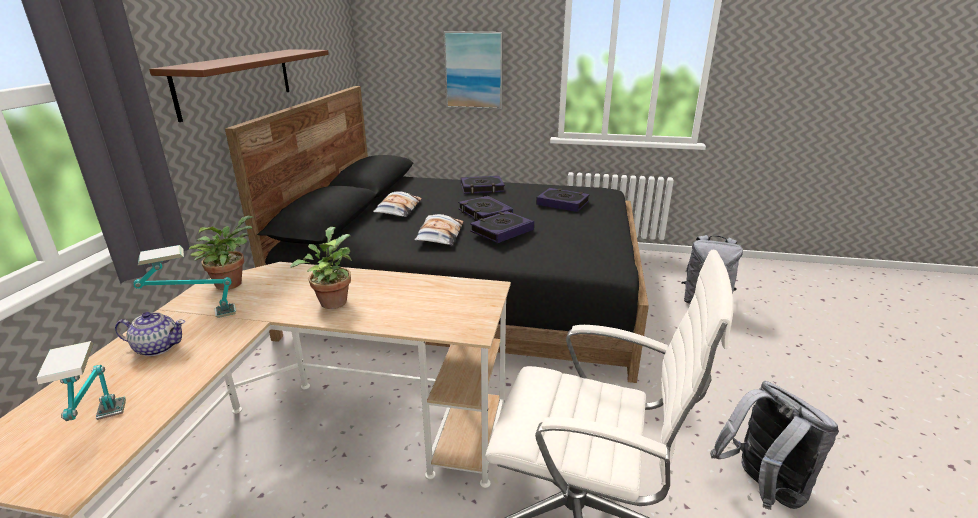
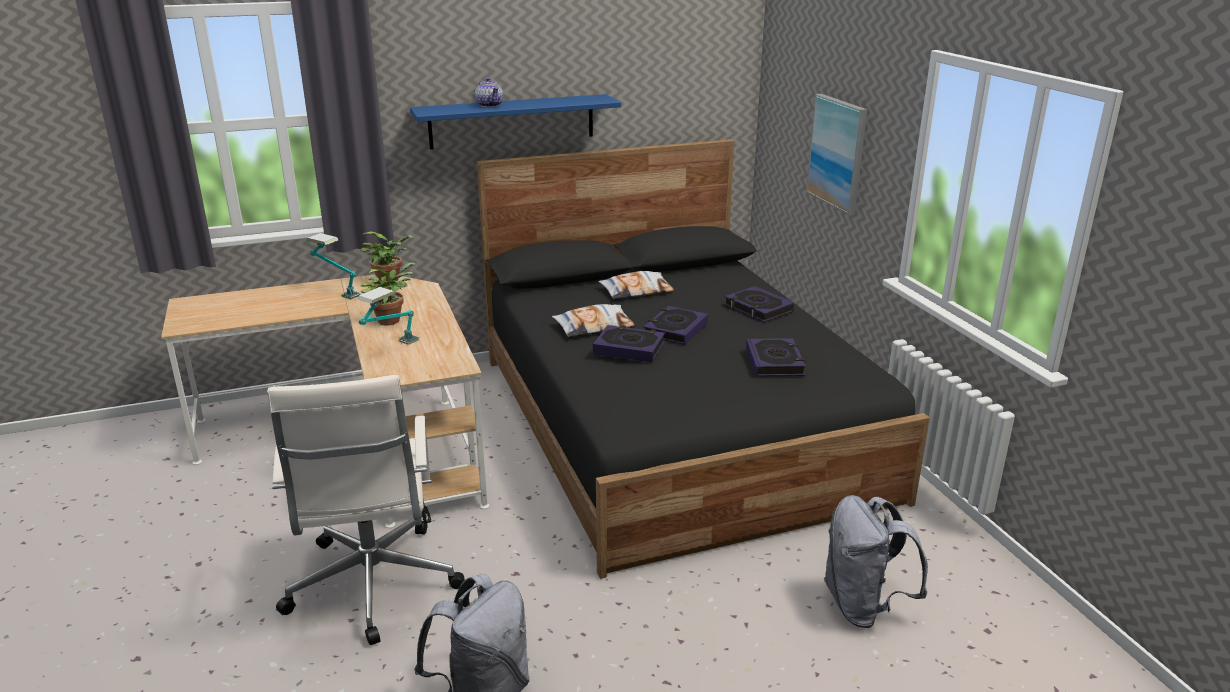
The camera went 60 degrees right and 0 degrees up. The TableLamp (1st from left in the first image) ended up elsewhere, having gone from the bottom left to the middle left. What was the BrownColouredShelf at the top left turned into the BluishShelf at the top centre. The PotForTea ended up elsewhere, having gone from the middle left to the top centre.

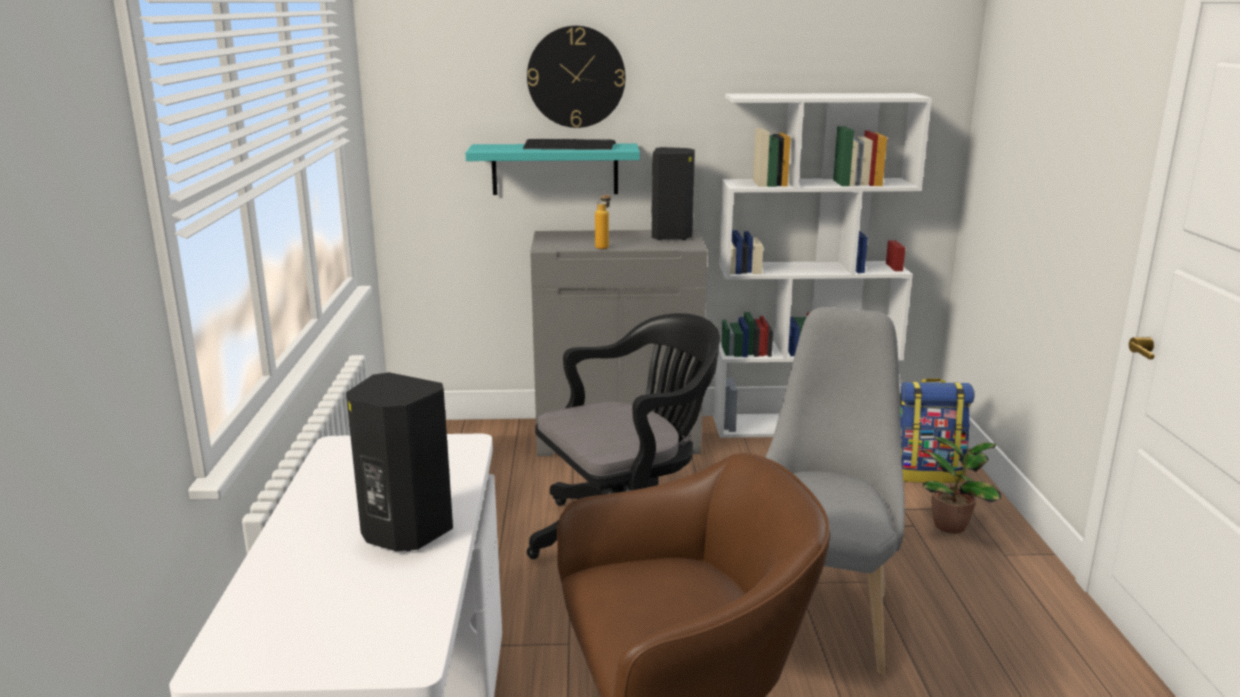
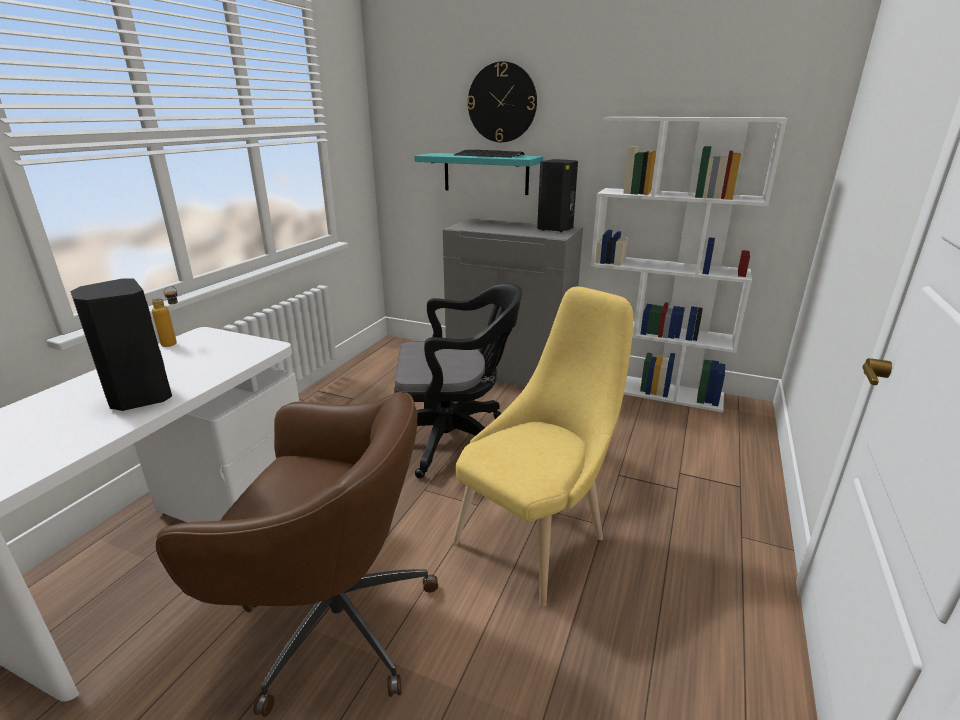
The camera went 25 degrees right and 5 degrees up. The Bottle ended up elsewhere, having gone from the top centre to the middle left. What was the GreyishUprightChair at the bottom right turned into the YellowishUprightChair at the centre. The second view lost the Knapsack at the middle right. The second view lost the PlantInAPot at the bottom right.

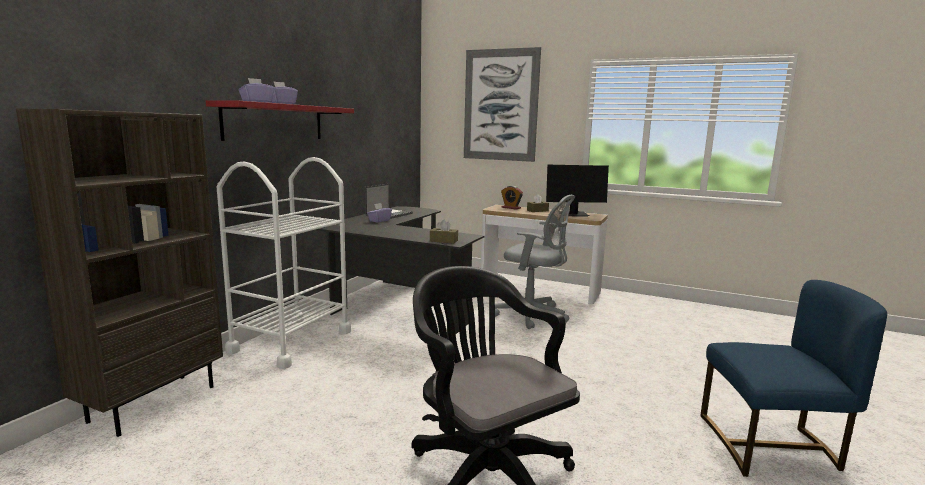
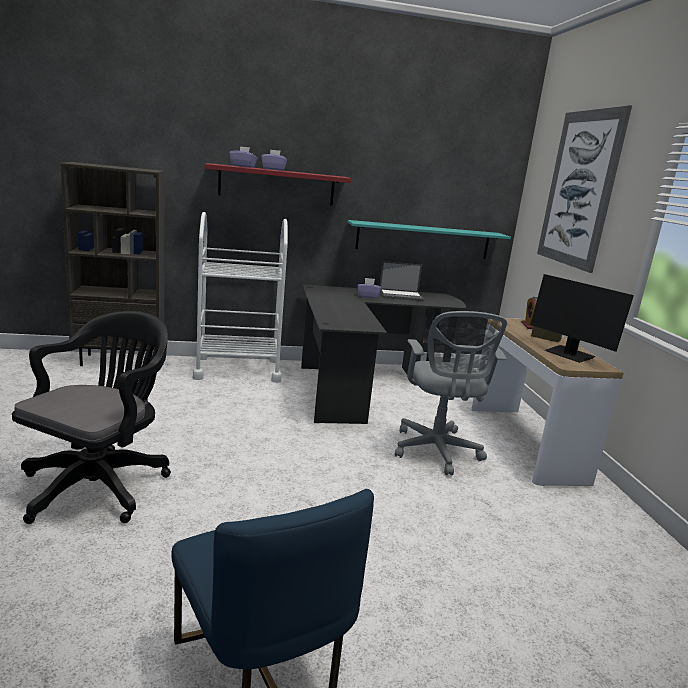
The camera went 55 degrees right and 5 degrees up. The second view gained the TurquoiseColouredShelf at the centre. The second view lost the BrownColouredBoxOfTissues (1st from left) at the centre.

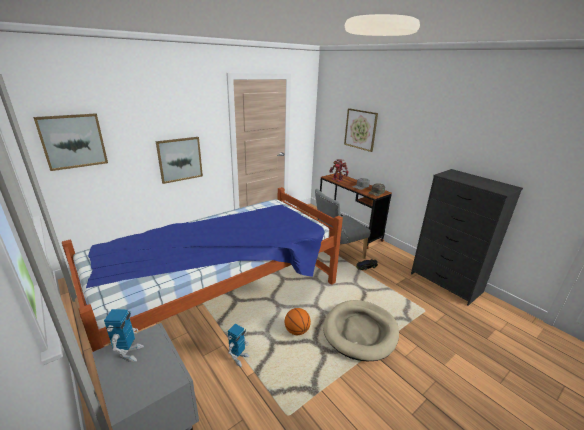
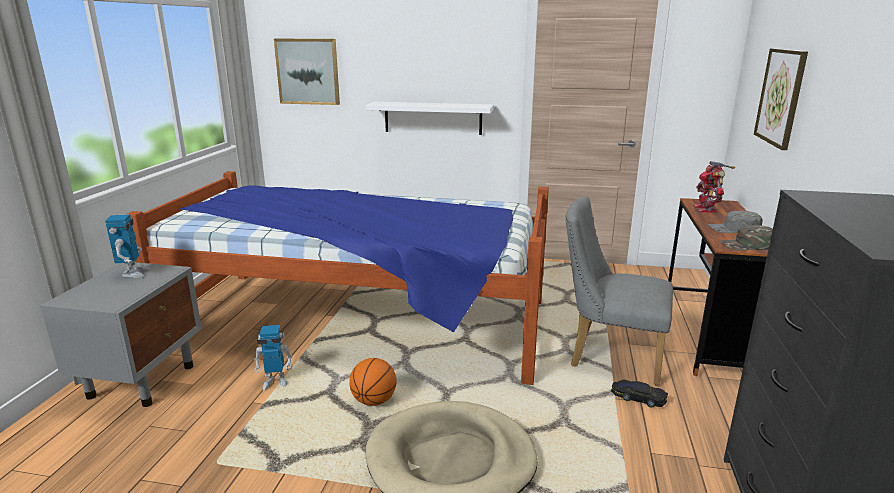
The camera went 50 degrees right and 5 degrees down. The ToyRobot (1st from left) at the bottom left ended up facing another way, 60 degrees counterclockwise from before. Where the Picture (2nd from left) hung at the middle left, the WhitishShelf came to hang at the top centre.

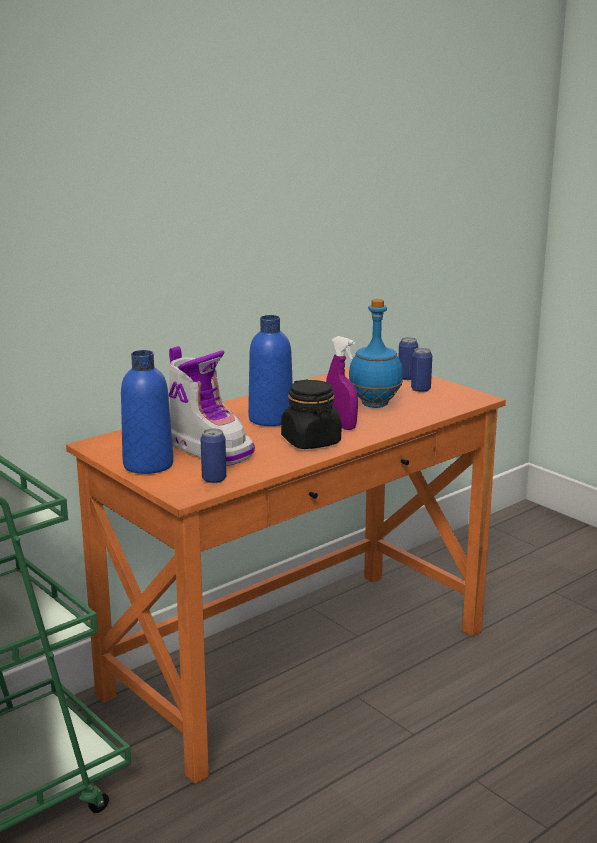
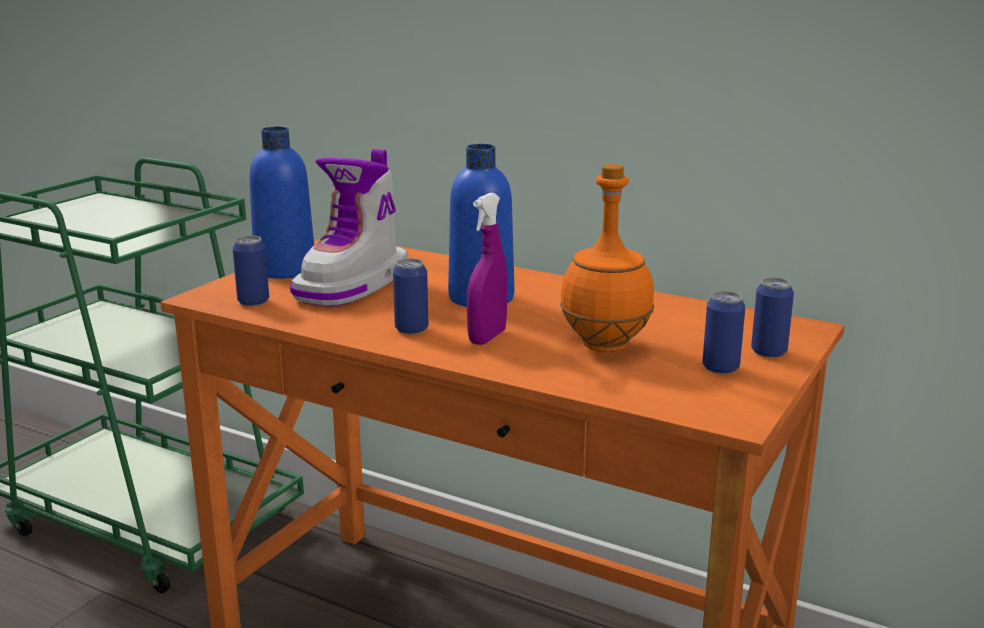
The camera went 70 degrees right and 0 degrees up. Where the BlackishJar stood at the centre, the Can (2nd from left) came to stand at the centre. What was the BluishBottle (3rd from left) at the centre turned into the OrangeyBottle at the centre.

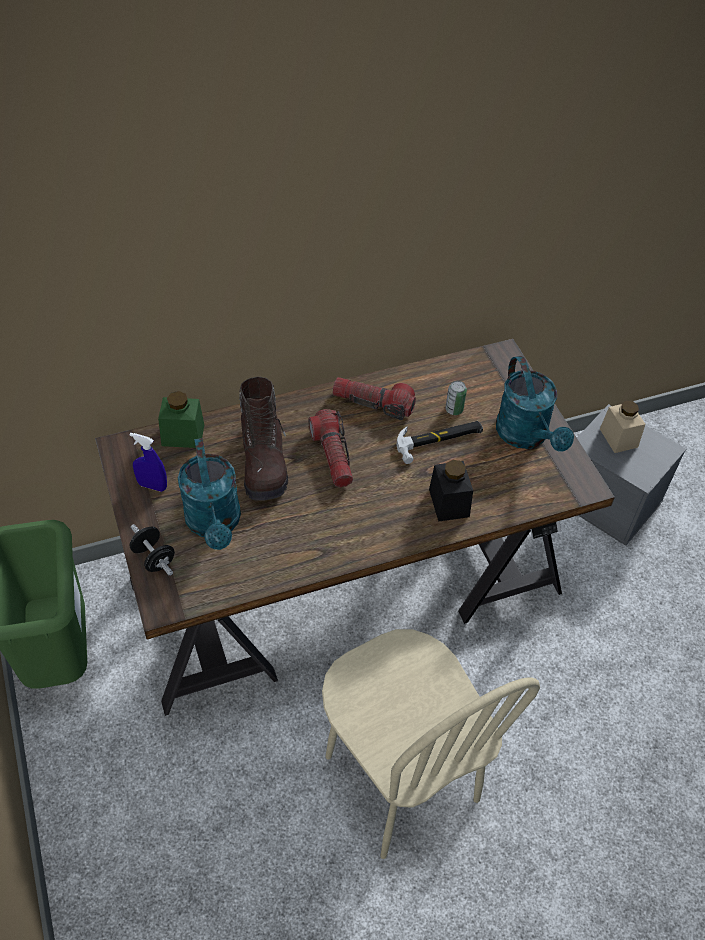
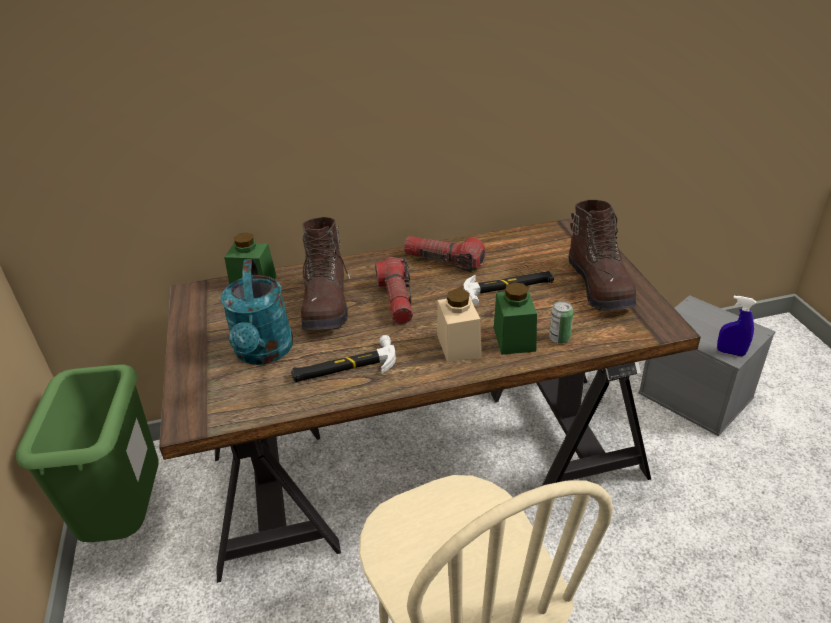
The camera went 10 degrees right and 15 degrees down. The second view gained the Hammer (1st from left) at the centre. The SandColouredJar ended up elsewhere, having gone from the middle right to the centre. What was the BlackishJar at the centre turned into the GreenColouredJar (2nd from left) at the centre. The Can ended up elsewhere, having gone from the centre to the middle right. Where the TurquoiseColouredSprinklingCan (2nd from left) stood at the middle right, the BrownColouredTallBoot (2nd from left) came to stand at the middle right. The BluishHandSprayer ended up elsewhere, having gone from the middle left to the middle right. The second view lost the BlackishDumbbell at the middle left.

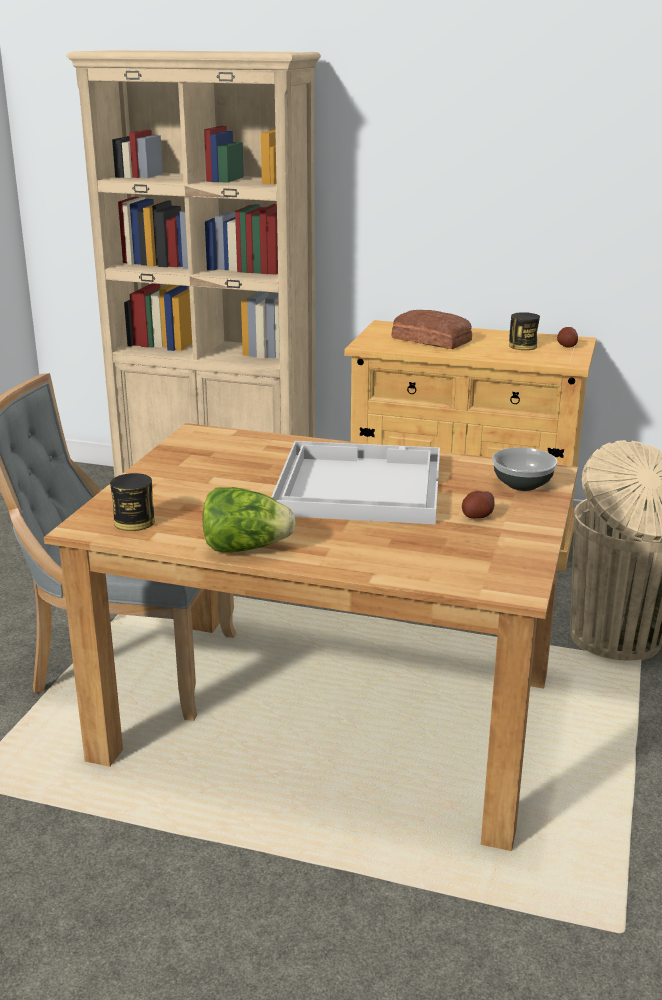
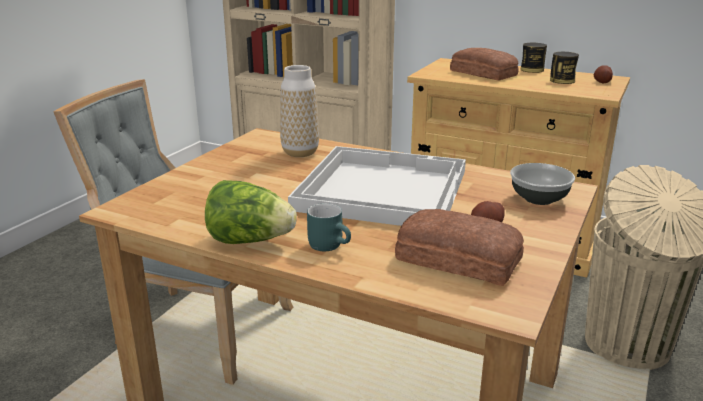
The camera went 10 degrees right and 0 degrees up. The second view gained the DecorativeVase at the top centre. The second view gained the TurquoiseColouredTeaMug at the centre. The second view gained the BakeryBread (1st from left) at the centre. The Can (1st from left) ended up elsewhere, having gone from the middle left to the top right.

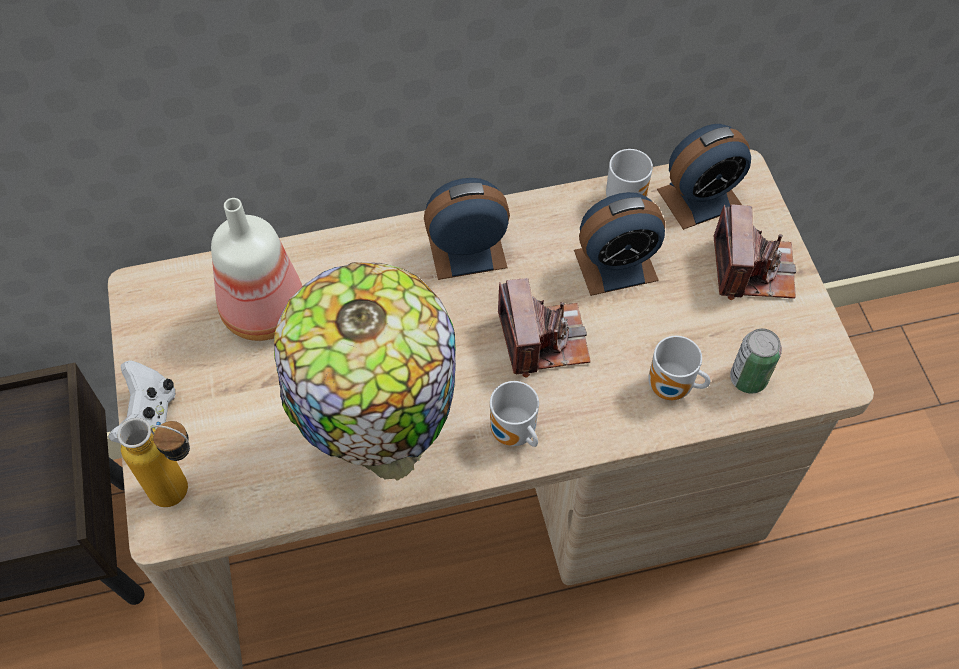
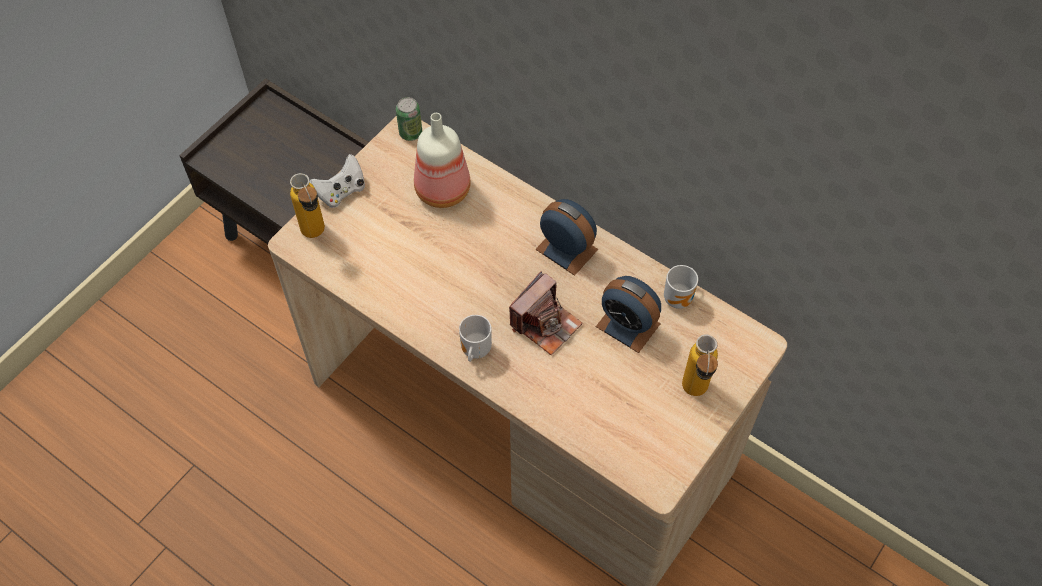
The camera went 50 degrees right and 0 degrees up. The Can ended up elsewhere, having gone from the middle right to the top centre. Where the PhotoCamera (2nd from left) stood at the middle right, the Bottle (3rd from left) came to stand at the middle right. The second view lost the TableLamp at the centre. The second view lost the TeaMug (3rd from left) at the middle right. The second view lost the AlarmClock (3rd from left) at the top right.

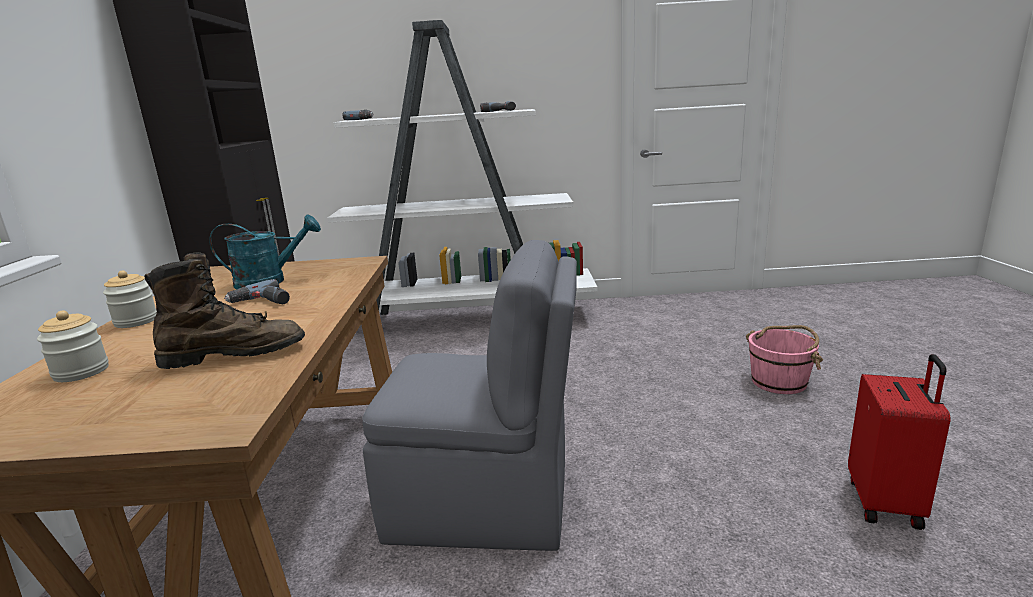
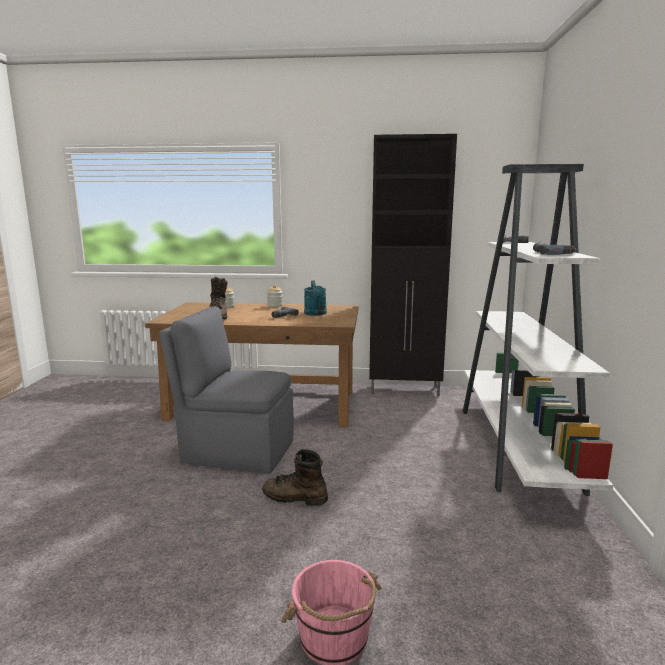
The camera went 95 degrees right and 5 degrees down. The GreyishUprightChair at the centre ended up facing another way, 90 degrees clockwise from before. The second view gained the BrownColouredTallBoot (2nd from left) at the bottom centre. The second view lost the ReddishTravelCase at the bottom right.

